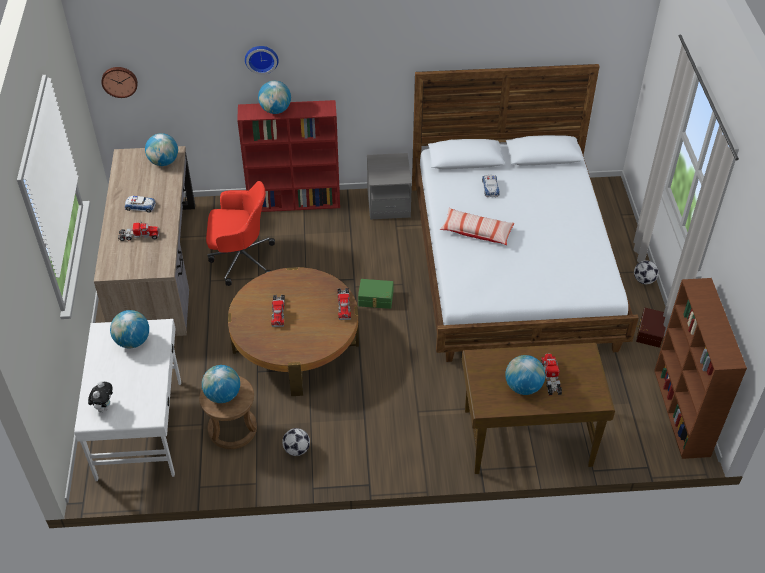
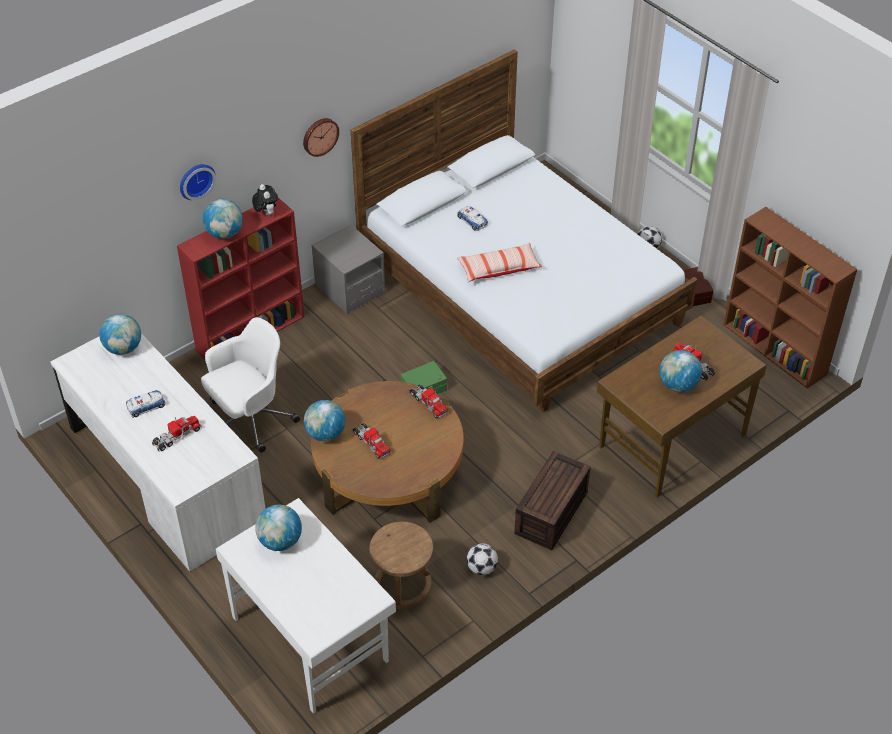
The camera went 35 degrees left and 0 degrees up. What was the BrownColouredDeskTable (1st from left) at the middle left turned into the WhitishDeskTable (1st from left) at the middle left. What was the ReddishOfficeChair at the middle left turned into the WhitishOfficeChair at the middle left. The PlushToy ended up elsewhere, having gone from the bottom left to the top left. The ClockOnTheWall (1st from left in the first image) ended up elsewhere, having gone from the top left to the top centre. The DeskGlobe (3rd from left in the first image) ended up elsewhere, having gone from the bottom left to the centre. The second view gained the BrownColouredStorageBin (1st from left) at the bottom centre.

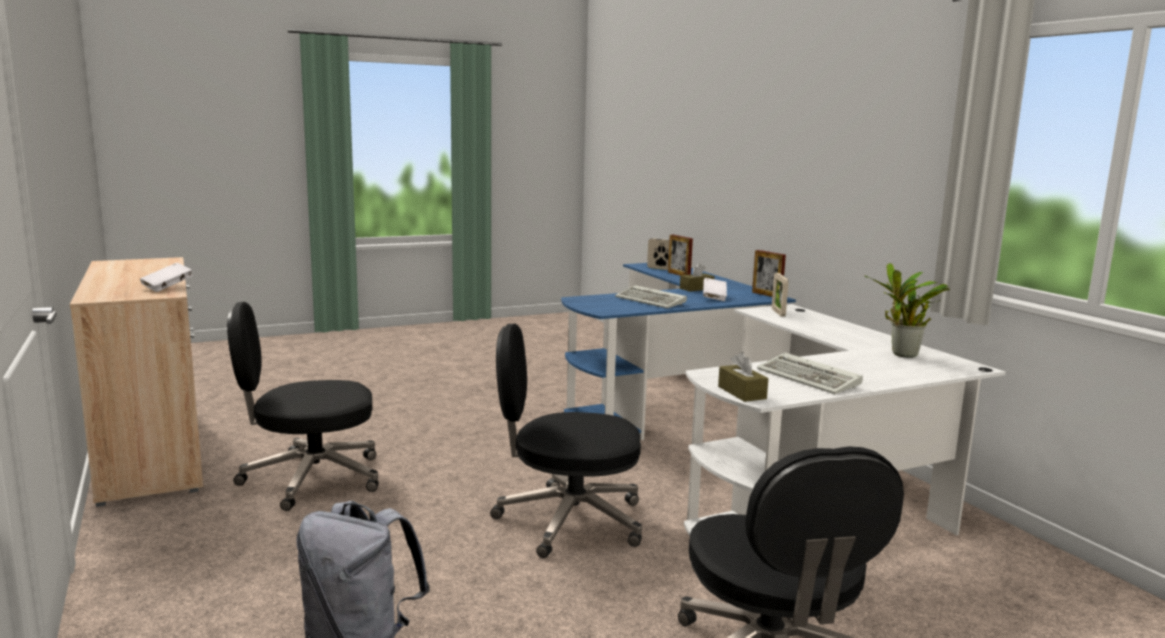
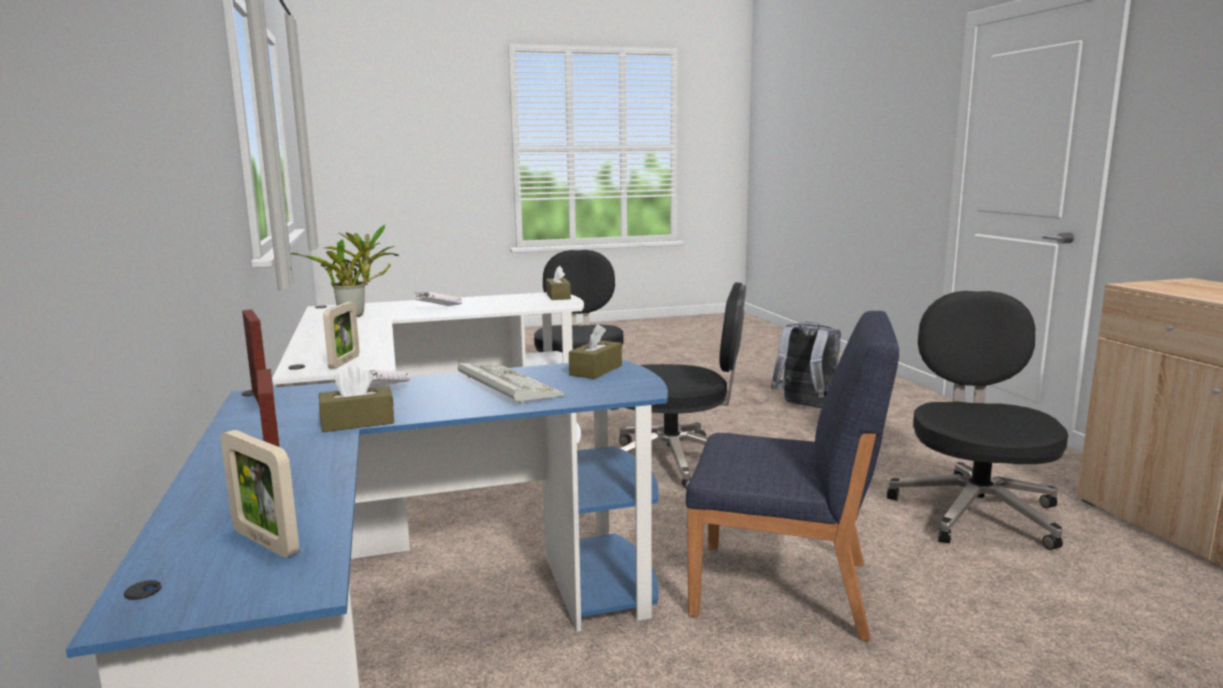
The camera went 170 degrees left and 0 degrees up. The WhitishBoundBook (1st from left in the first image) ended up elsewhere, having gone from the middle left to the centre. The second view gained the BrownColouredBoxOfTissues (3rd from left) at the centre. The second view gained the BluishUprightChair at the bottom centre. The BlackishOfficeChair (1st from left in the first image) at the middle left ended up facing another way, 75 degrees counterclockwise from before. The second view lost the PcKeyboard (2nd from left) at the middle right.

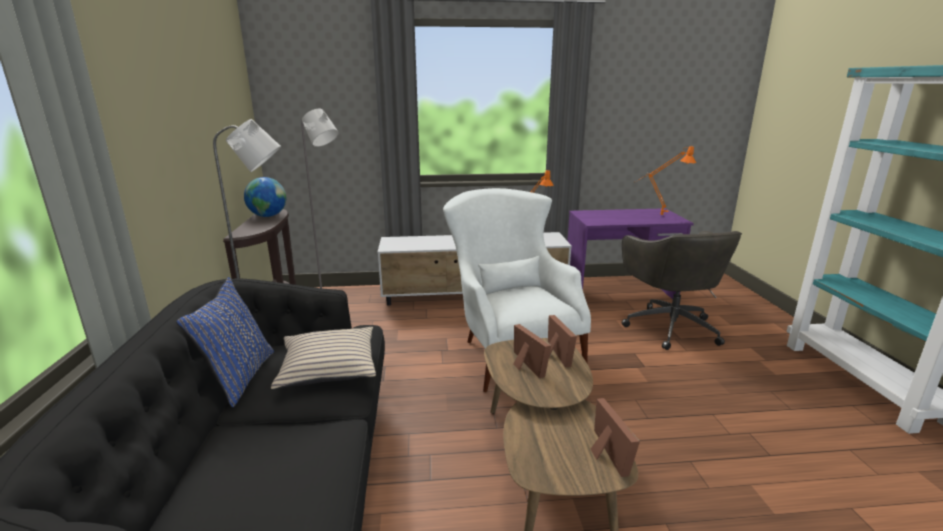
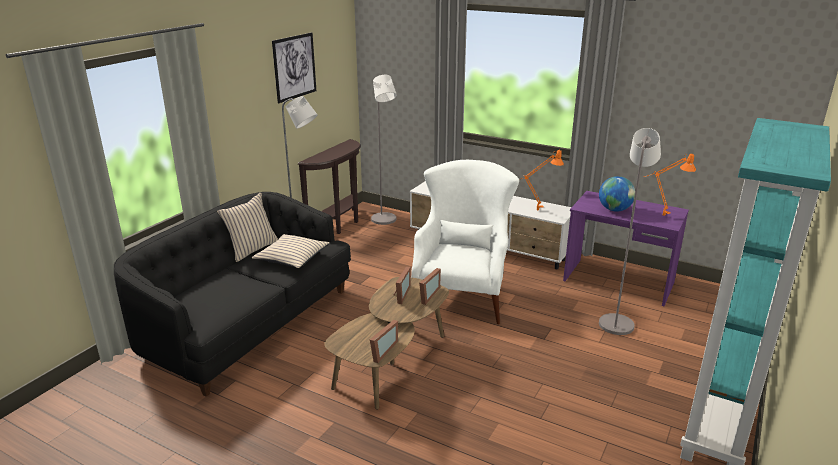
The camera went 35 degrees right and 5 degrees up. What was the BluishPillow at the middle left turned into the SandColouredPillow (1st from left) at the middle left. The second view gained the Picture at the top centre. Where the GreyishOfficeChair stood at the middle right, the GreyishStandingLamp (3rd from left) came to stand at the middle right. The DeskGlobe ended up elsewhere, having gone from the middle left to the middle right.

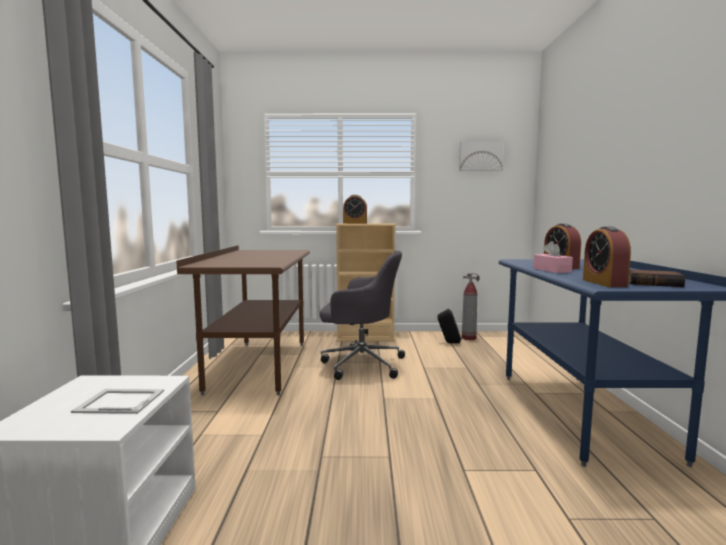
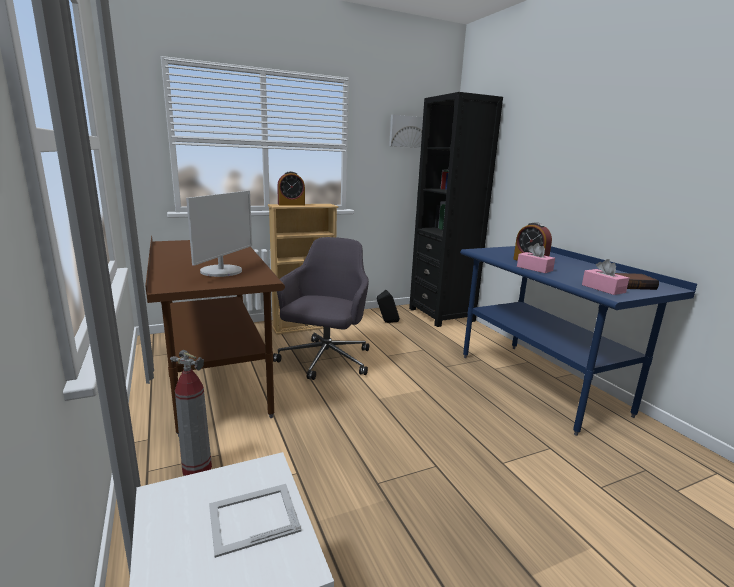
The camera went 25 degrees left and 10 degrees up. The FireFightingCylinder ended up elsewhere, having gone from the centre to the bottom left. The second view gained the ComputerScreen at the middle left. The GreyishOfficeChair at the centre ended up facing another way, 60 degrees counterclockwise from before. The second view gained the BlackishBookcase at the centre. Where the AlarmClock (3rd from left) stood at the middle right, the PinkBoxOfTissues (2nd from left) came to stand at the middle right.

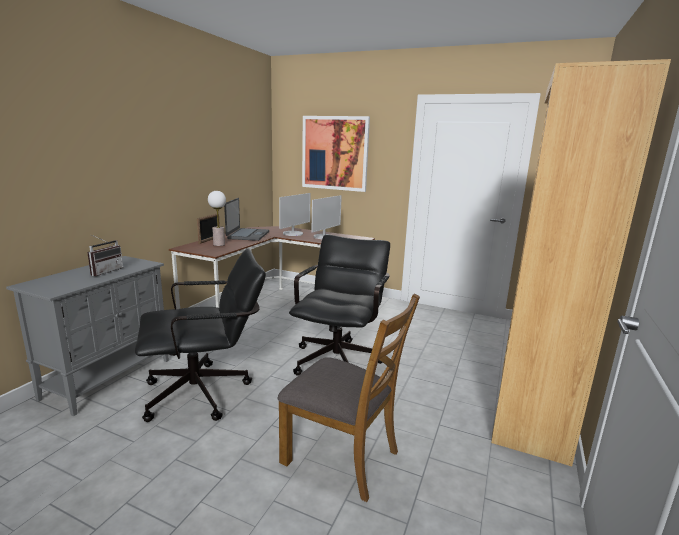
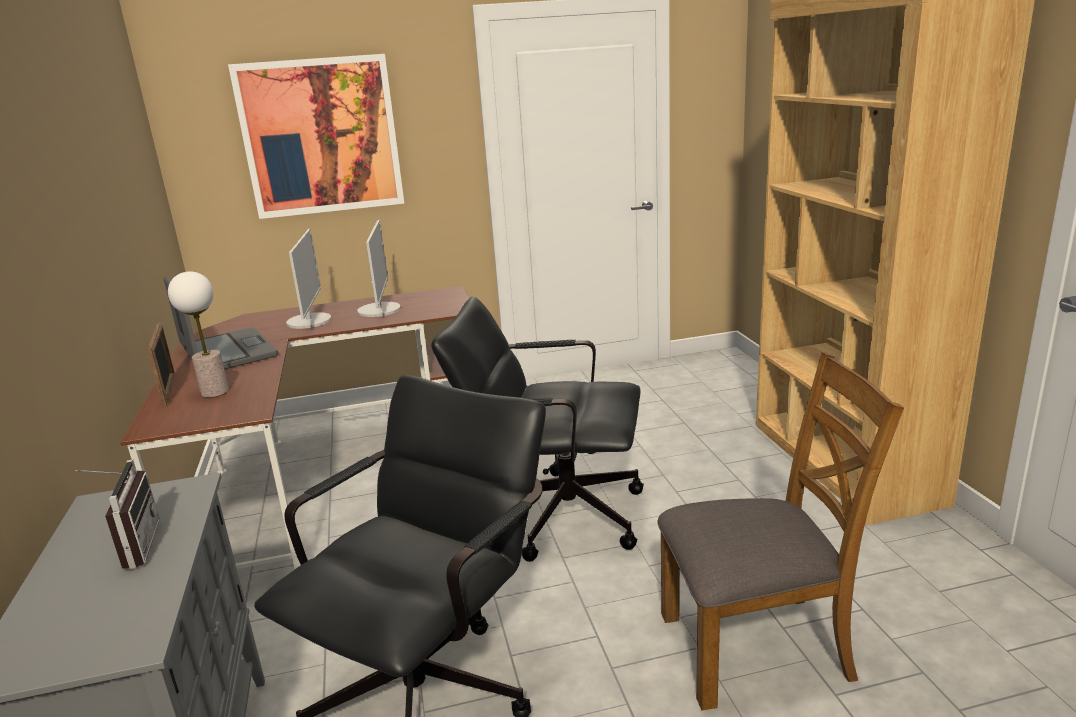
The camera went 35 degrees left and 5 degrees up. The BlackishOfficeChair (2nd from left) at the centre ended up facing another way, 60 degrees counterclockwise from before.

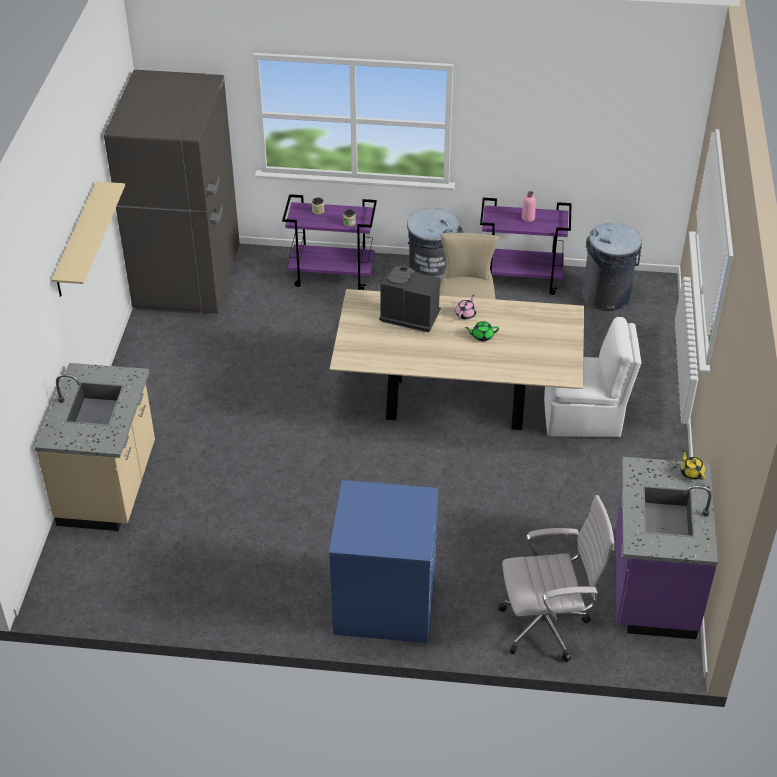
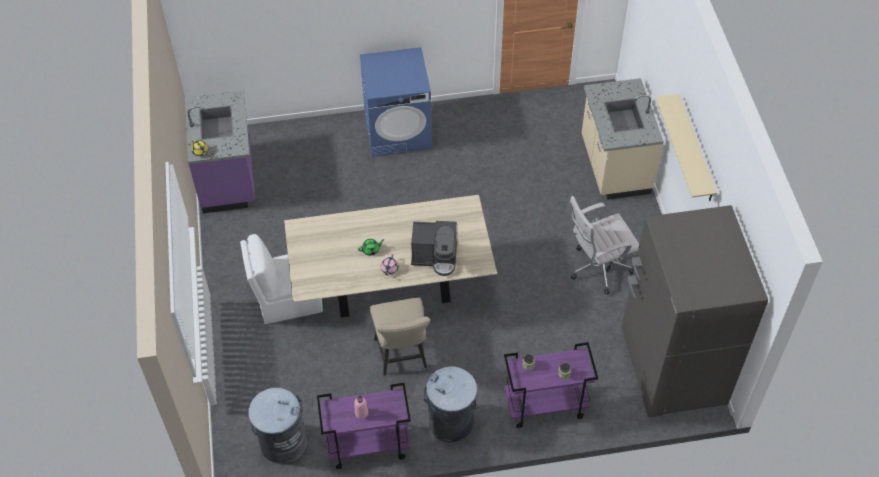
The camera went 165 degrees right and 10 degrees up. The WhitishOfficeChair ended up elsewhere, having gone from the bottom right to the middle right.

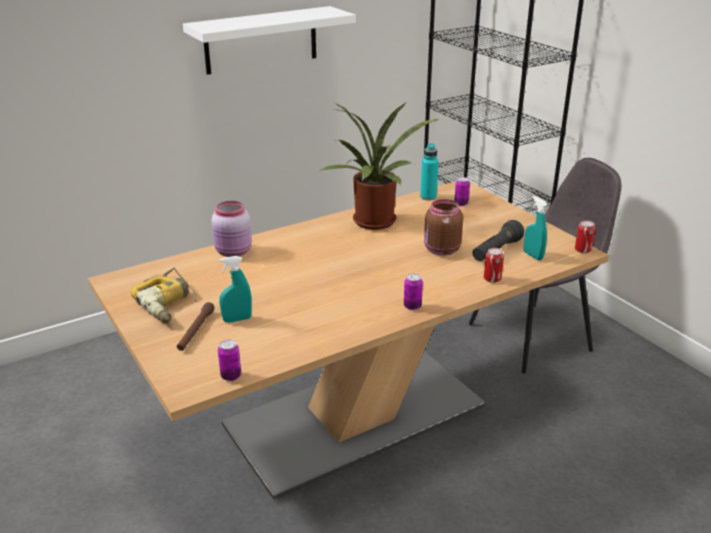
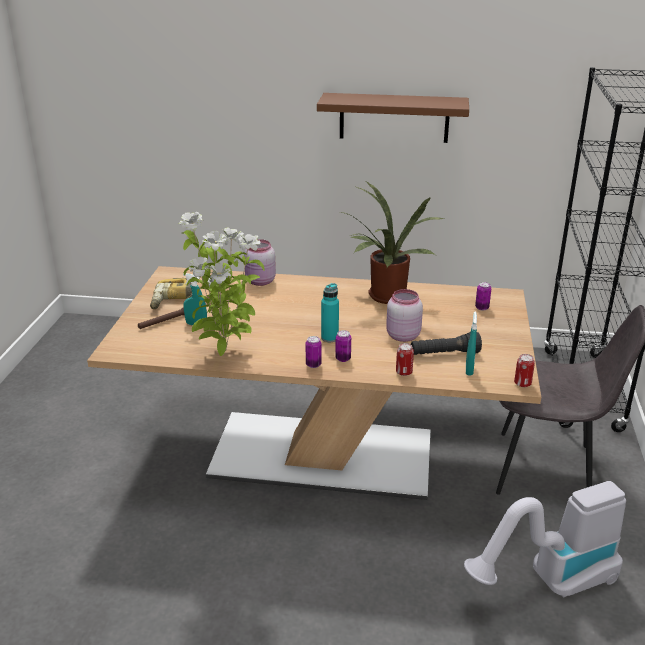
The camera went 40 degrees right and 0 degrees up. The second view gained the PlantInAPot (1st from left) at the centre. What was the WhitishShelf at the top centre turned into the BrownColouredShelf at the top centre. The TurquoiseColouredBottle ended up elsewhere, having gone from the top centre to the centre. The Can (1st from left in the first image) ended up elsewhere, having gone from the bottom left to the centre. What was the BrownColouredJar at the centre turned into the PinkJar (2nd from left) at the centre. The second view gained the Vacuum at the bottom right.

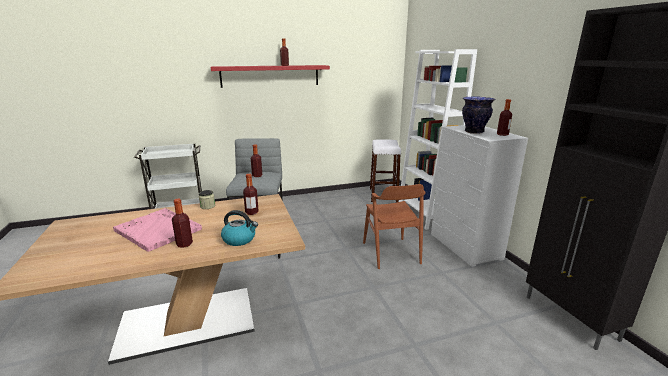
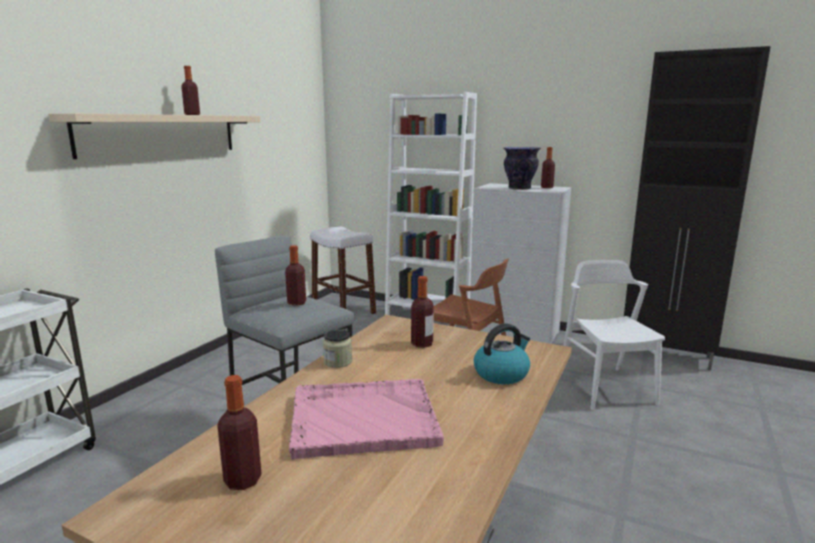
The camera went 45 degrees left and 5 degrees down. What was the ReddishShelf at the top centre turned into the SandColouredShelf at the top left. The Bottle (1st from left in the first image) ended up elsewhere, having gone from the middle left to the bottom left. The second view gained the WhitishUprightChair at the middle right.

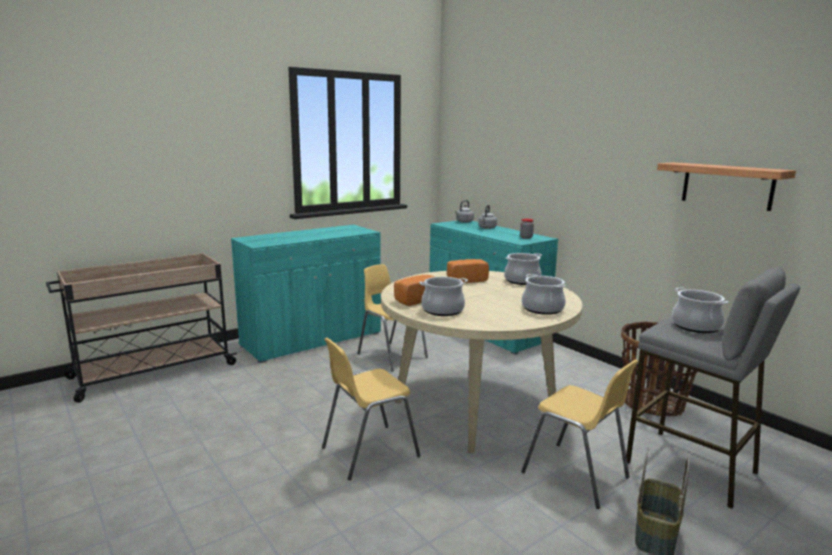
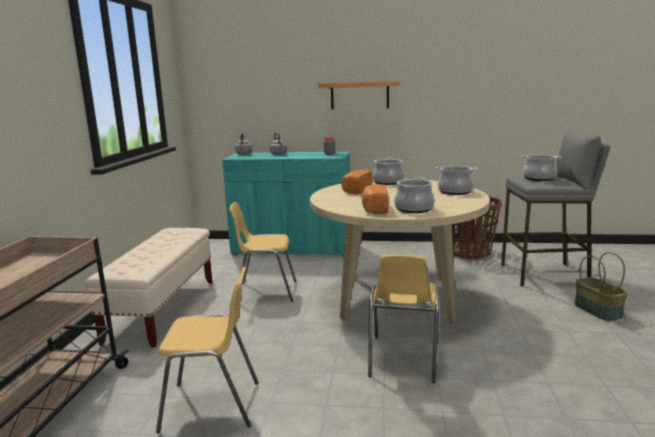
The camera went 45 degrees left and 0 degrees up. Where the TurquoiseColouredCabinet (1st from left) stood at the centre, the SandColouredIndoorBench came to stand at the middle left. The YellowishUprightChair (3rd from left in the first image) ended up elsewhere, having gone from the bottom right to the bottom left. The Shelf ended up elsewhere, having gone from the middle right to the top centre.

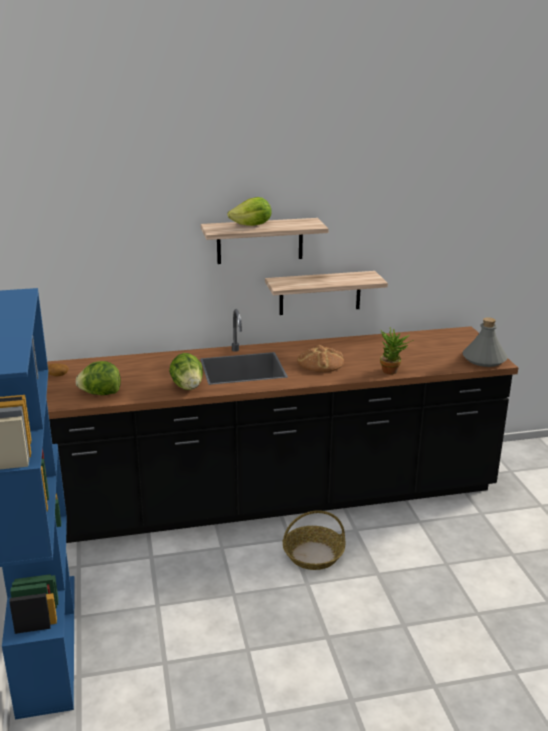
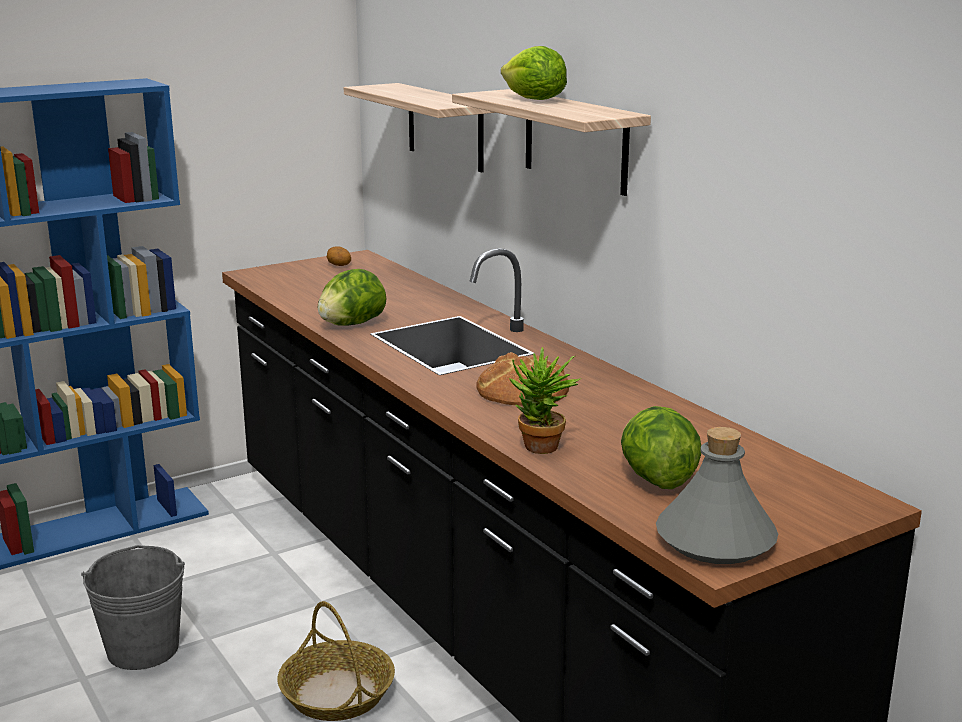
The camera went 70 degrees right and 5 degrees down. The second view gained the GreyishWaterBucket at the bottom left. The Shelf (2nd from left in the first image) ended up elsewhere, having gone from the centre to the top centre. The LettuceHead (1st from left in the first image) ended up elsewhere, having gone from the middle left to the middle right.

